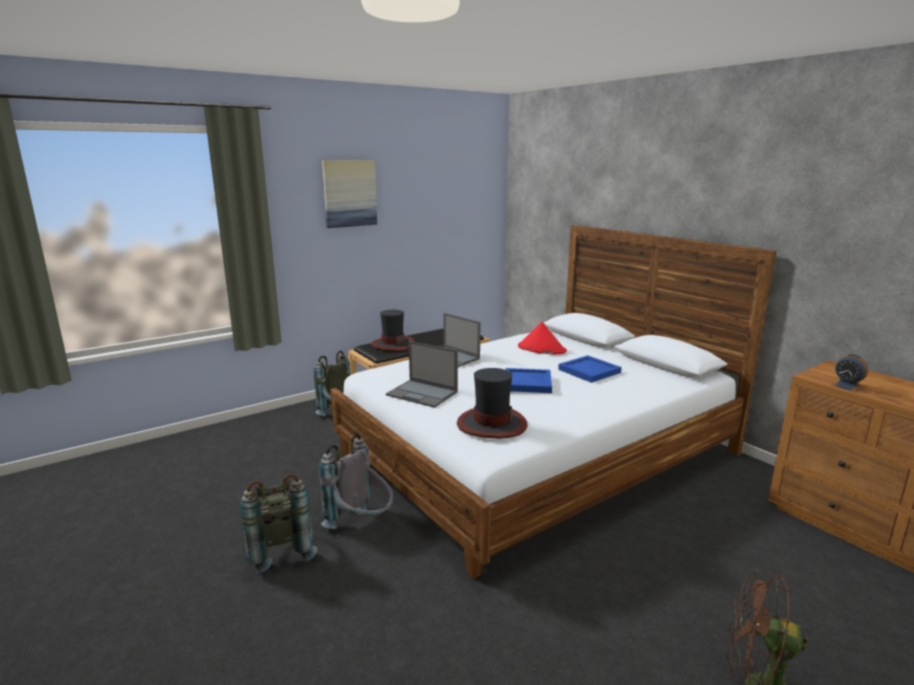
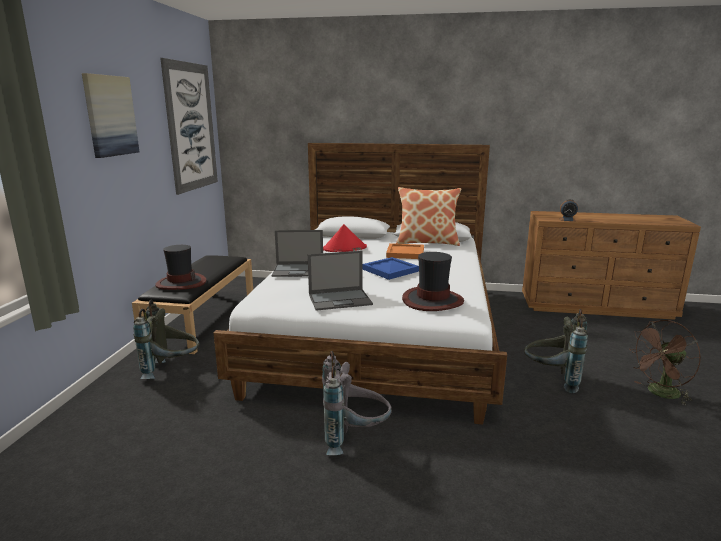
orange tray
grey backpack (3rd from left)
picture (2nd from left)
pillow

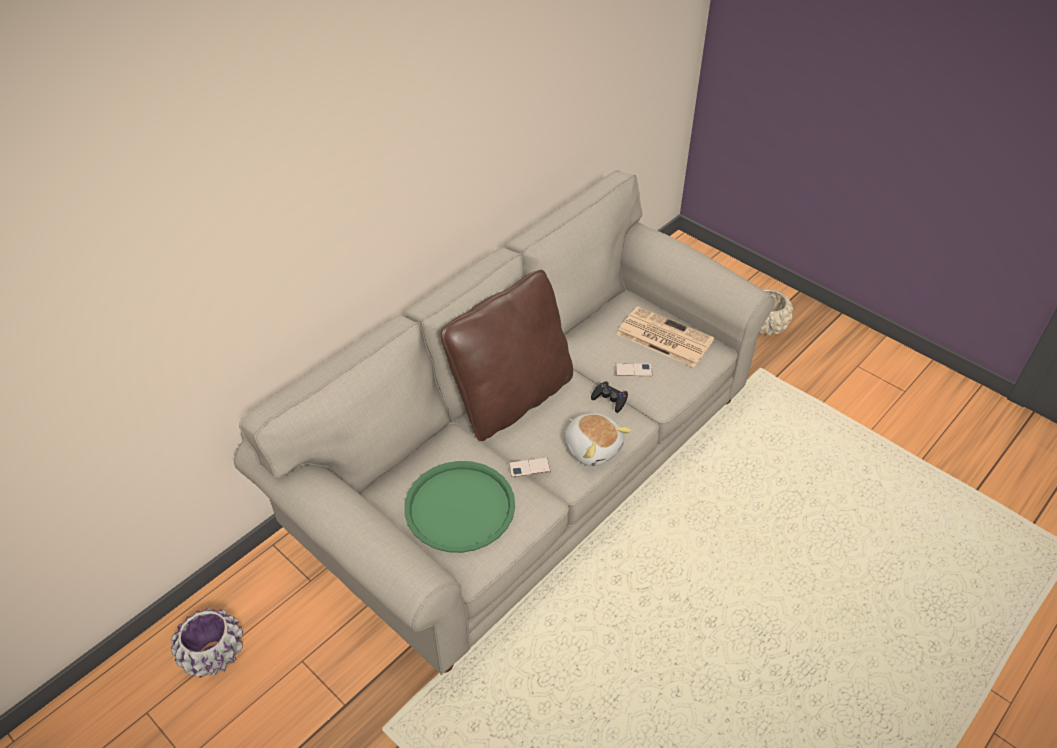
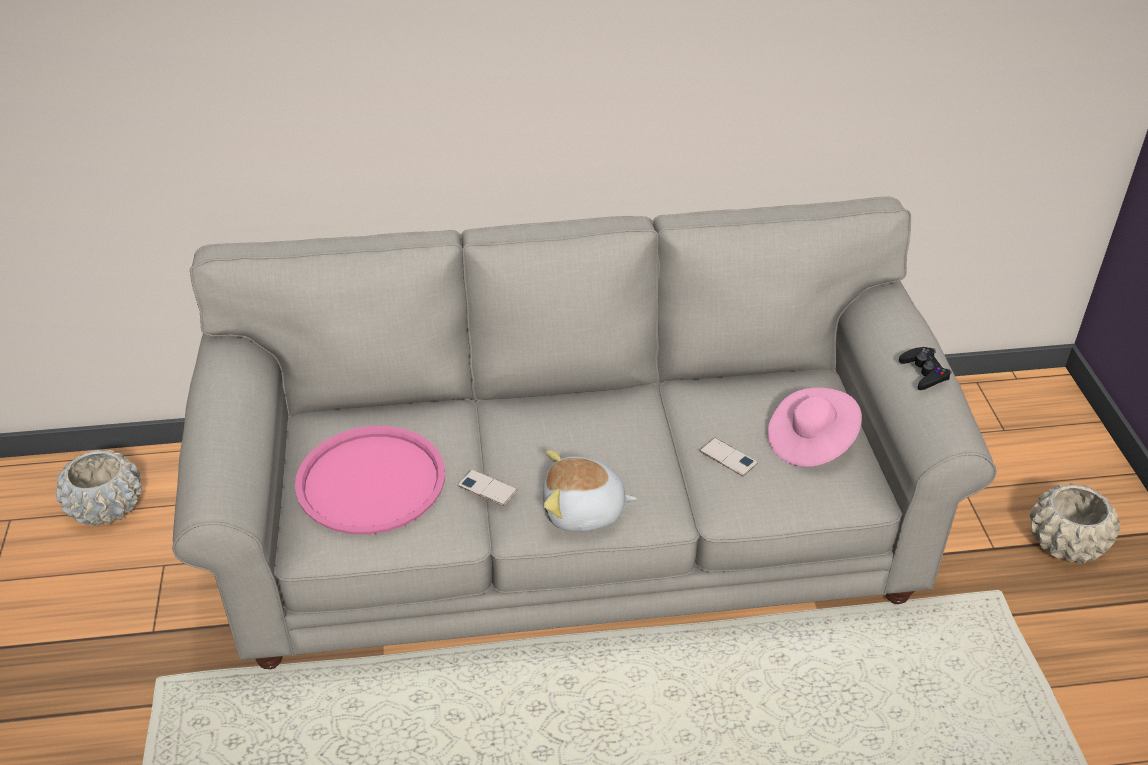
brown pillow
pink hat
black game controller
plush toy
pink tray
beige planter (1st from left)

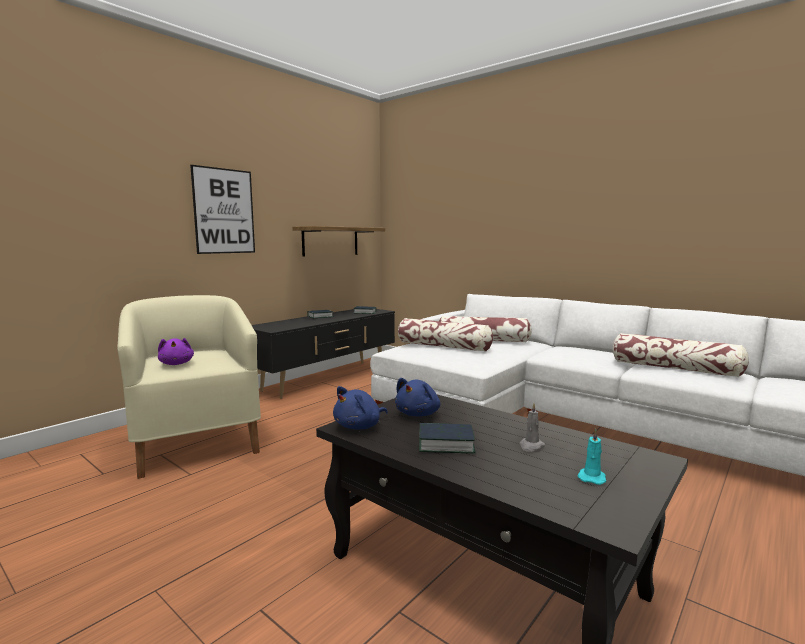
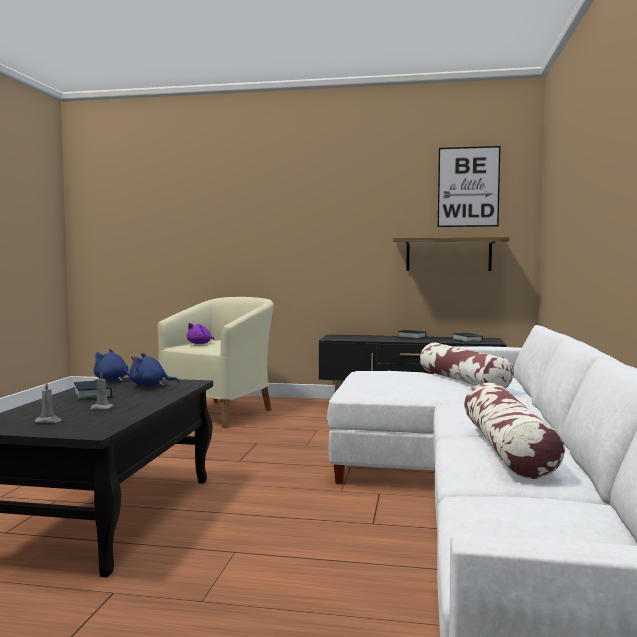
picture
pillow (1st from left in the first image)
grey candle (1st from left)

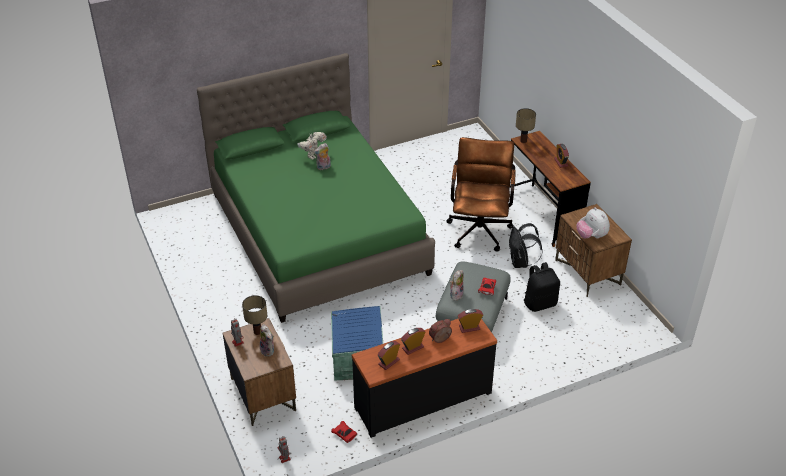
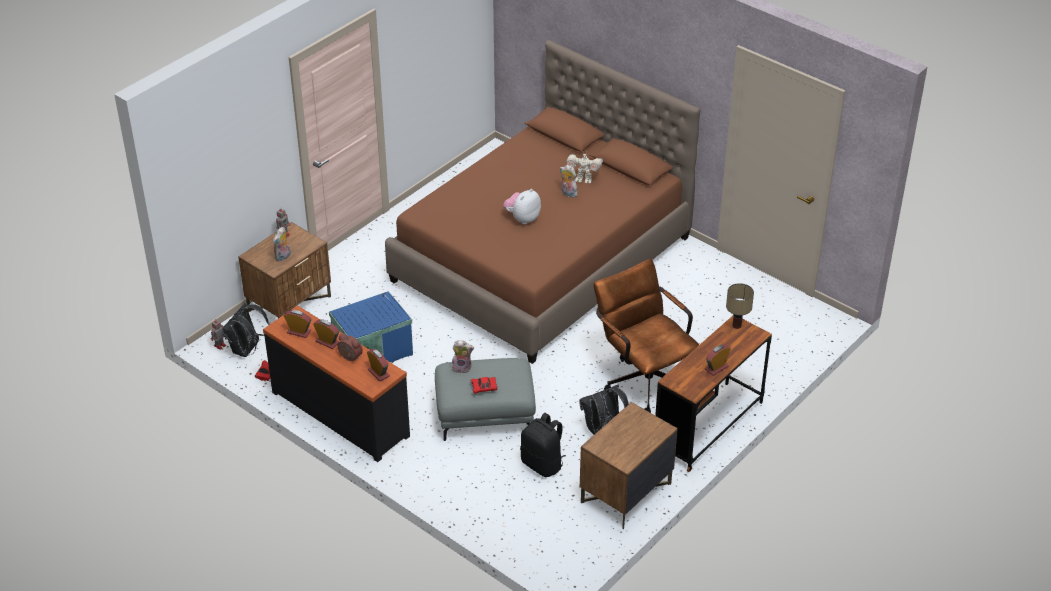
brown bed
brown office chair
plush toy (3rd from left)
table lamp (1st from left in the first image)
black backpack (1st from left)

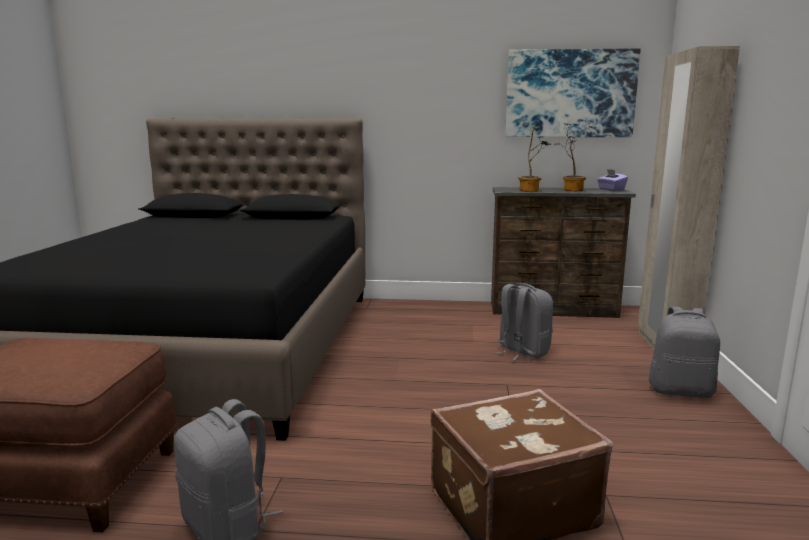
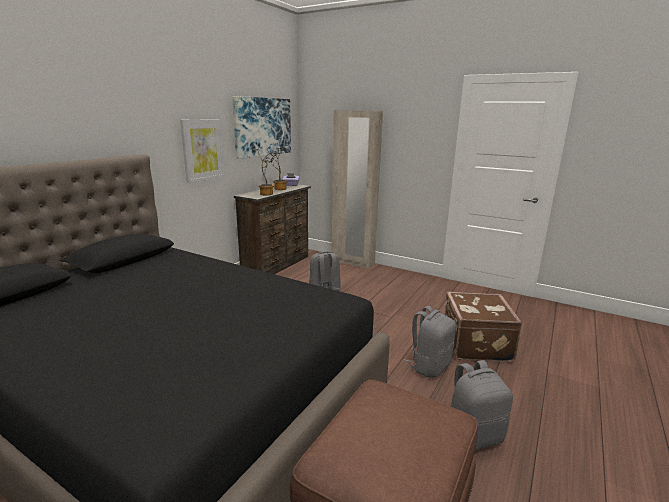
grey backpack (2nd from left)
picture (1st from left)

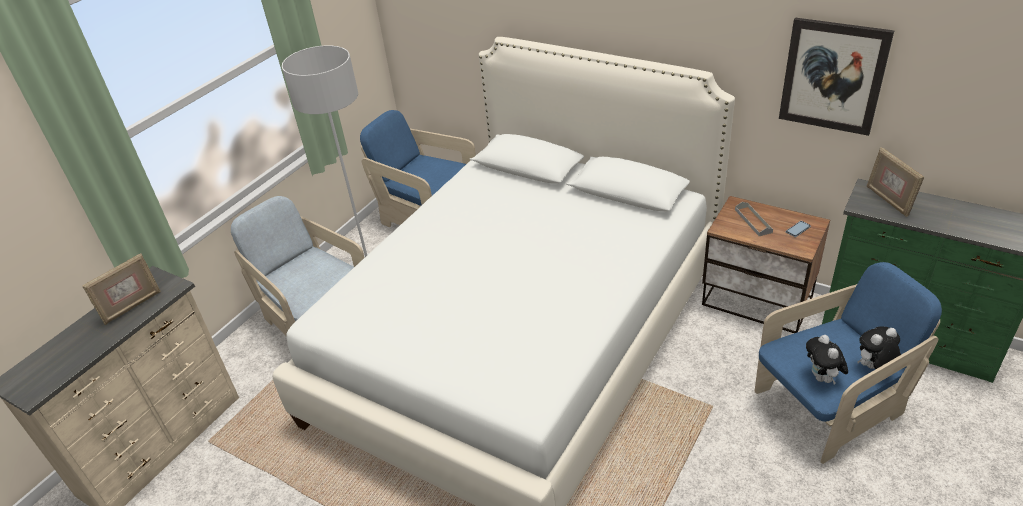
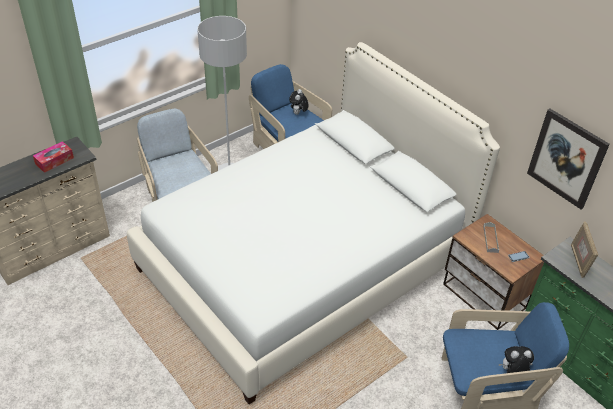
tissue box
plush toy (1st from left)

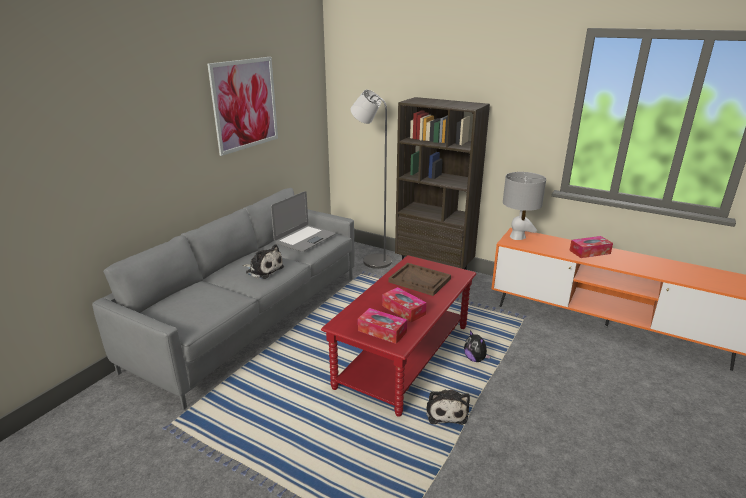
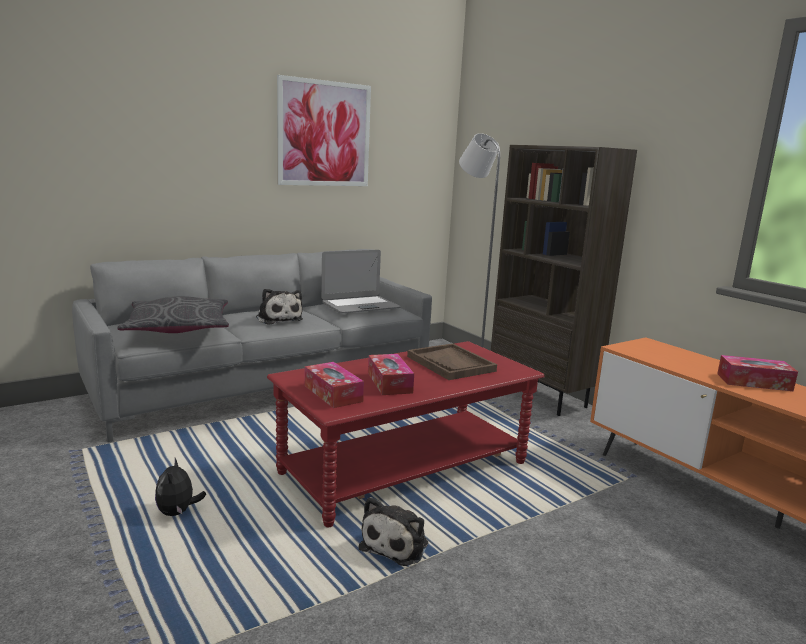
grey table lamp
plush toy (1st from left)
grey pillow

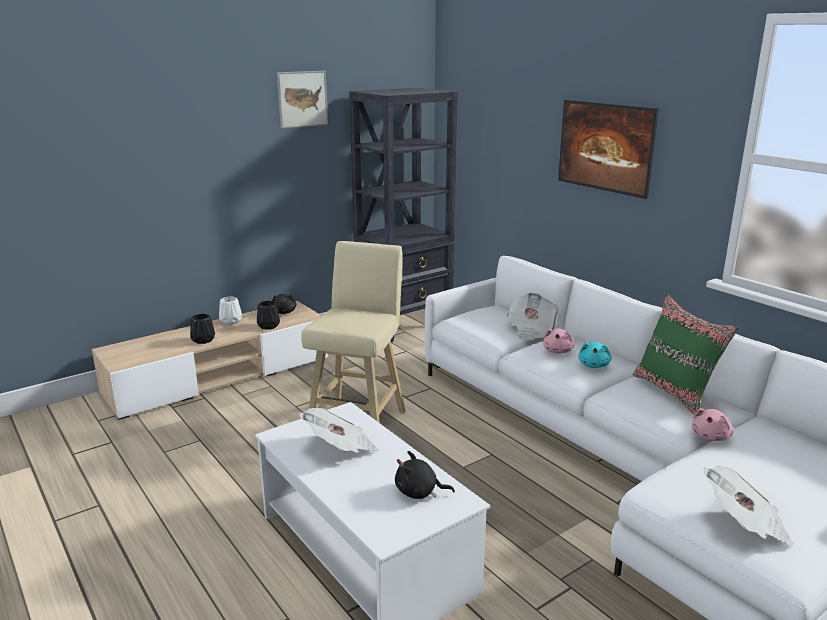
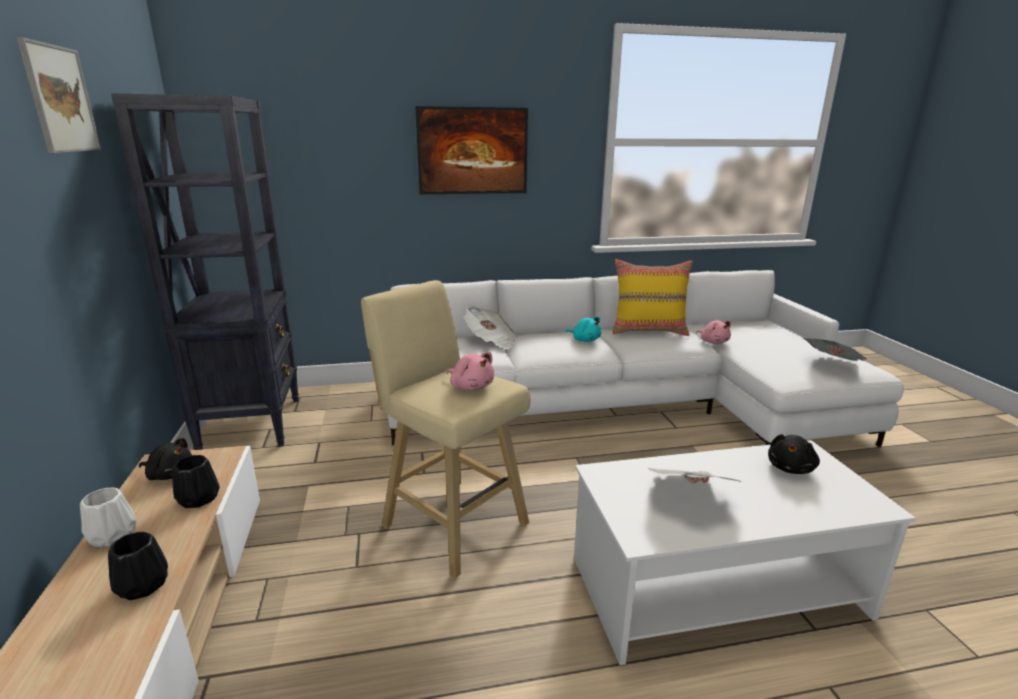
yellow pillow
pink plush toy (1st from left)

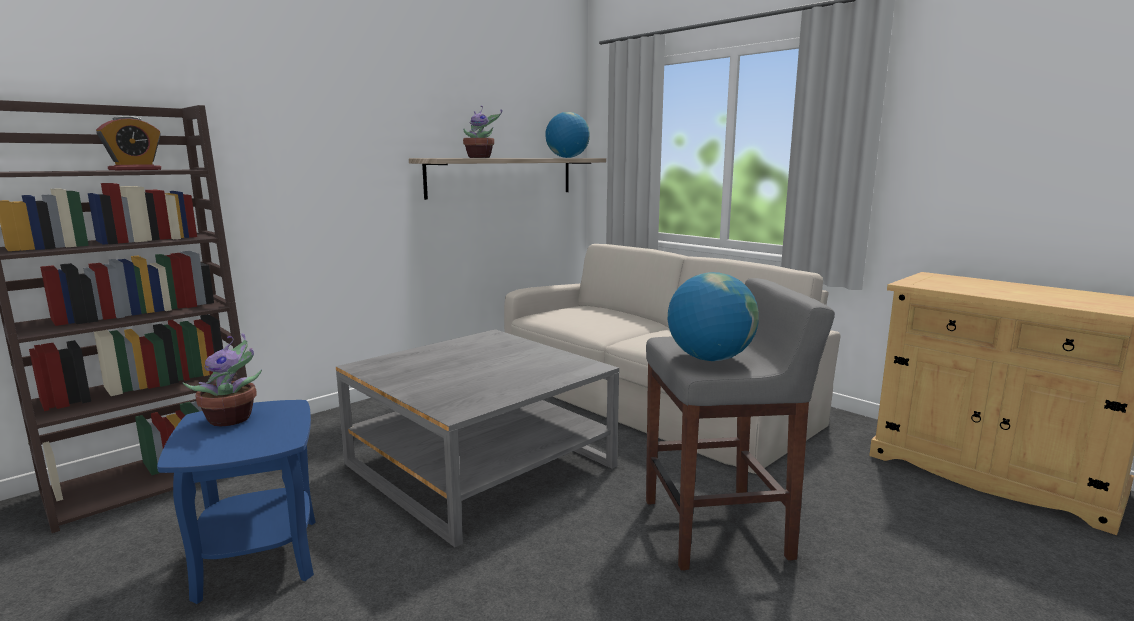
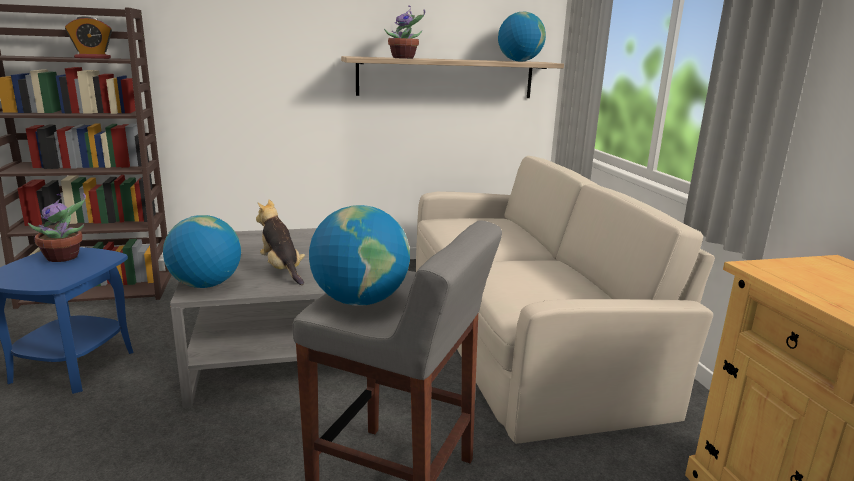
plush toy
globe (1st from left)

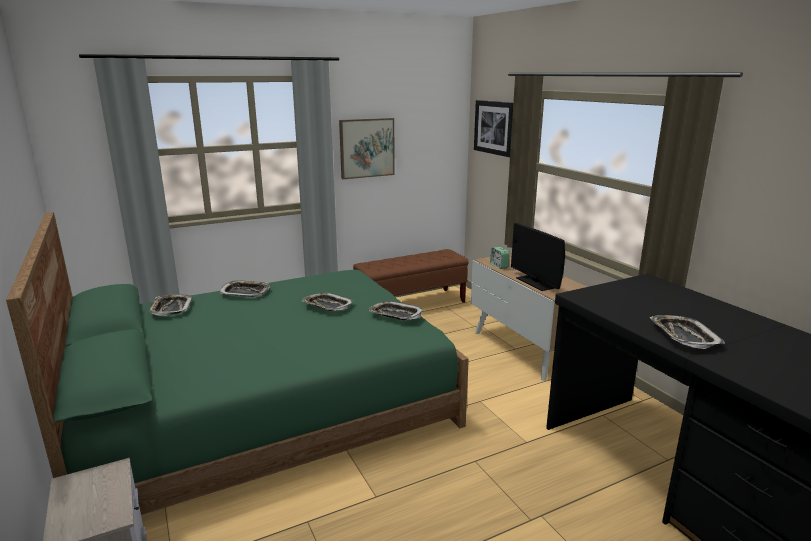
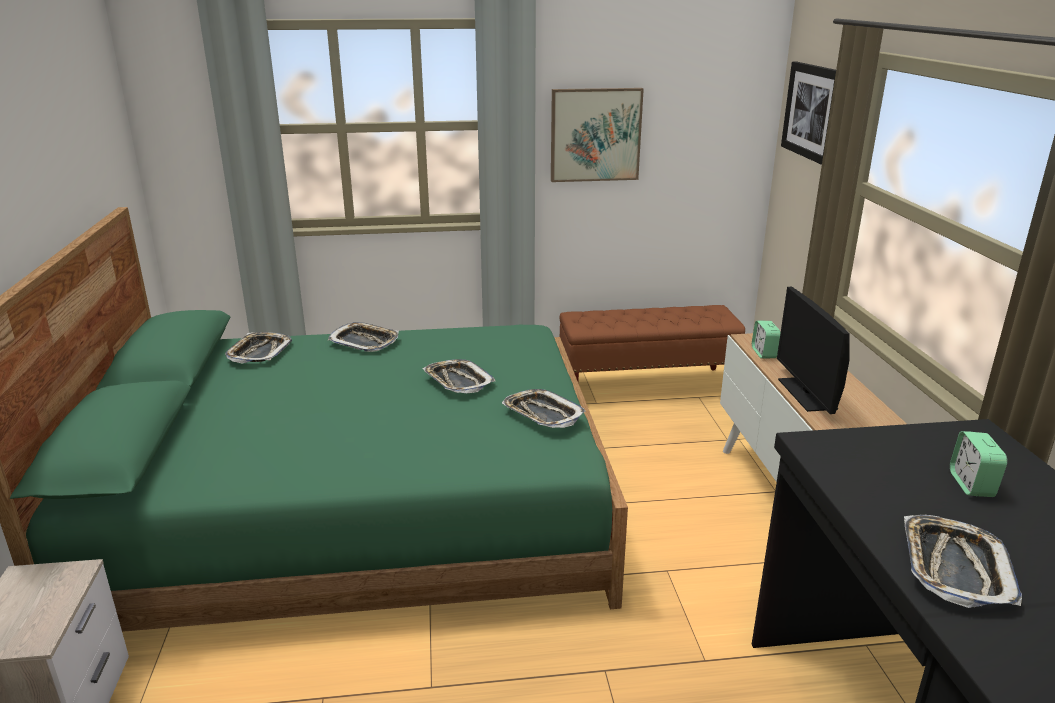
alarm clock (2nd from left)

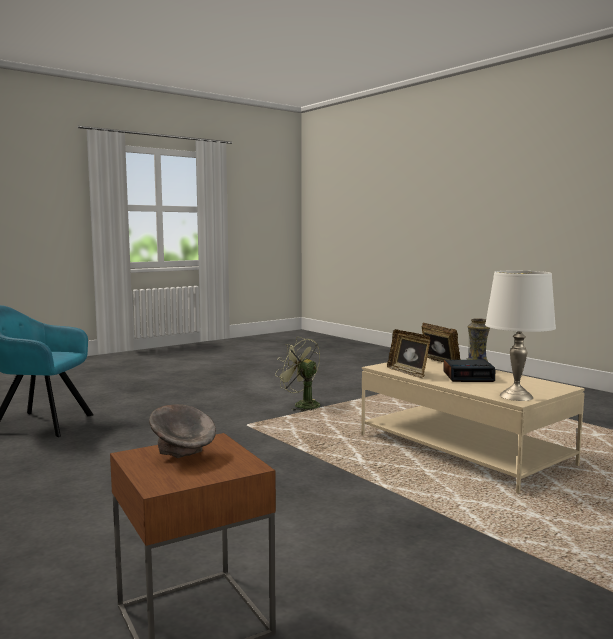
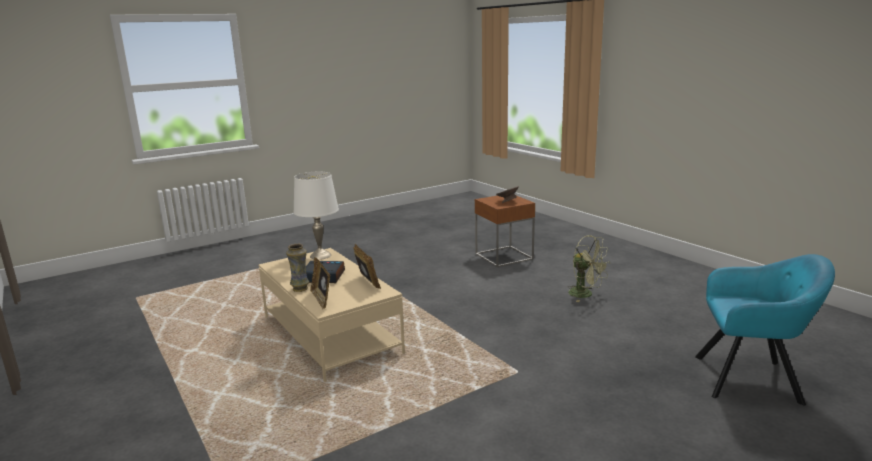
green fan

